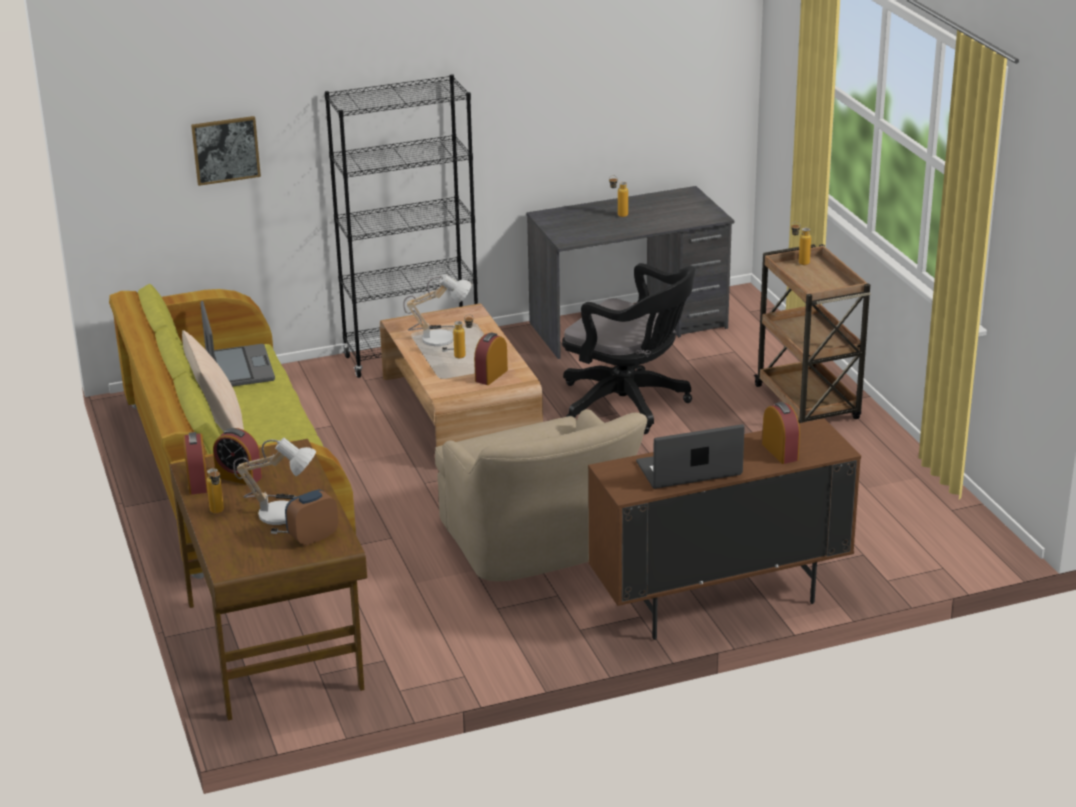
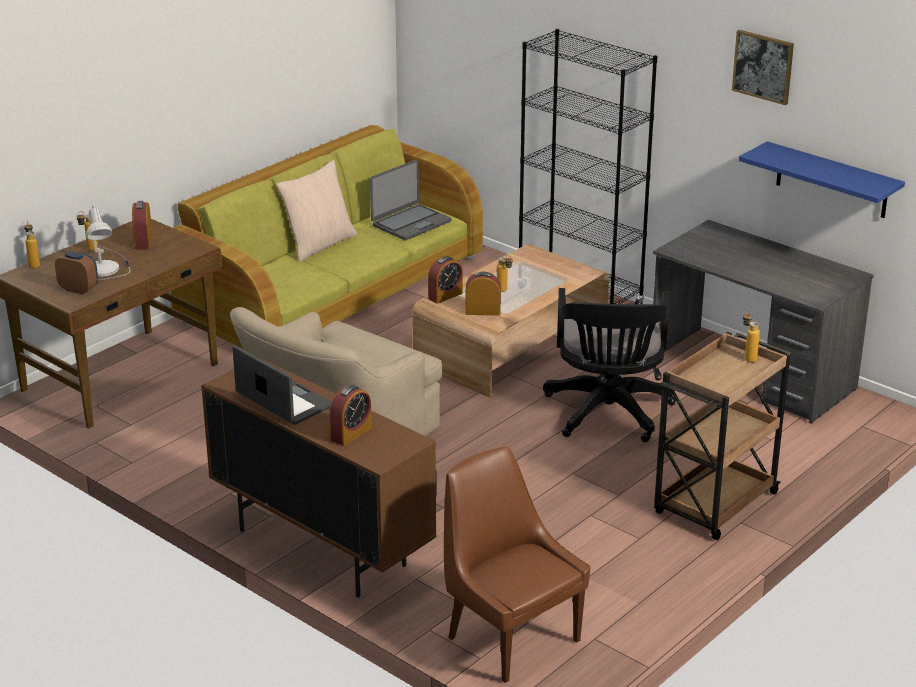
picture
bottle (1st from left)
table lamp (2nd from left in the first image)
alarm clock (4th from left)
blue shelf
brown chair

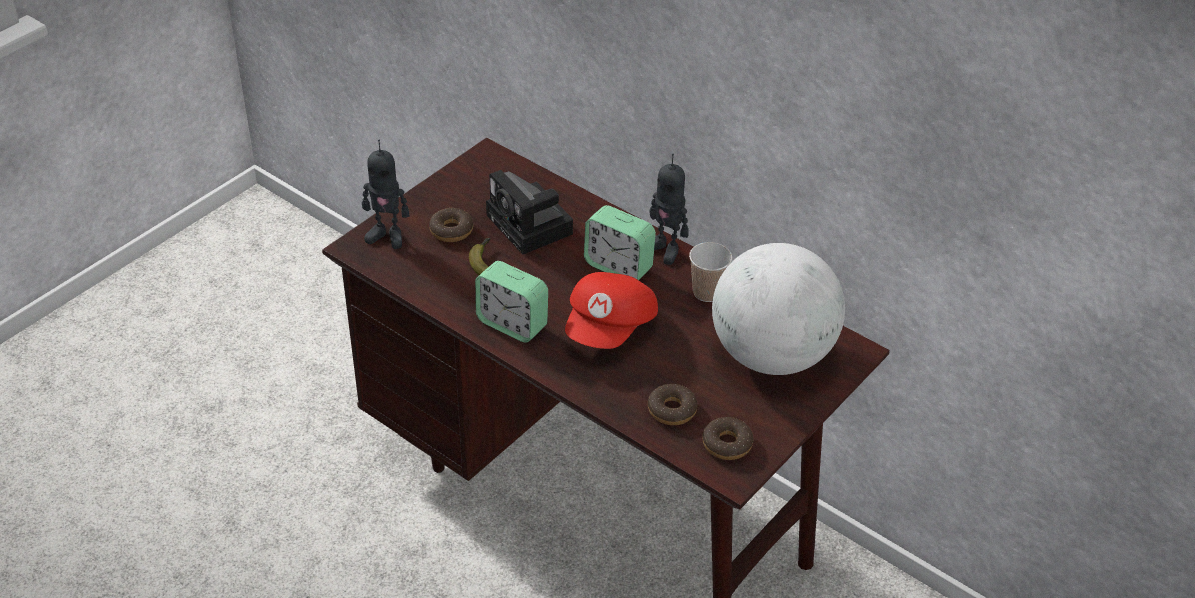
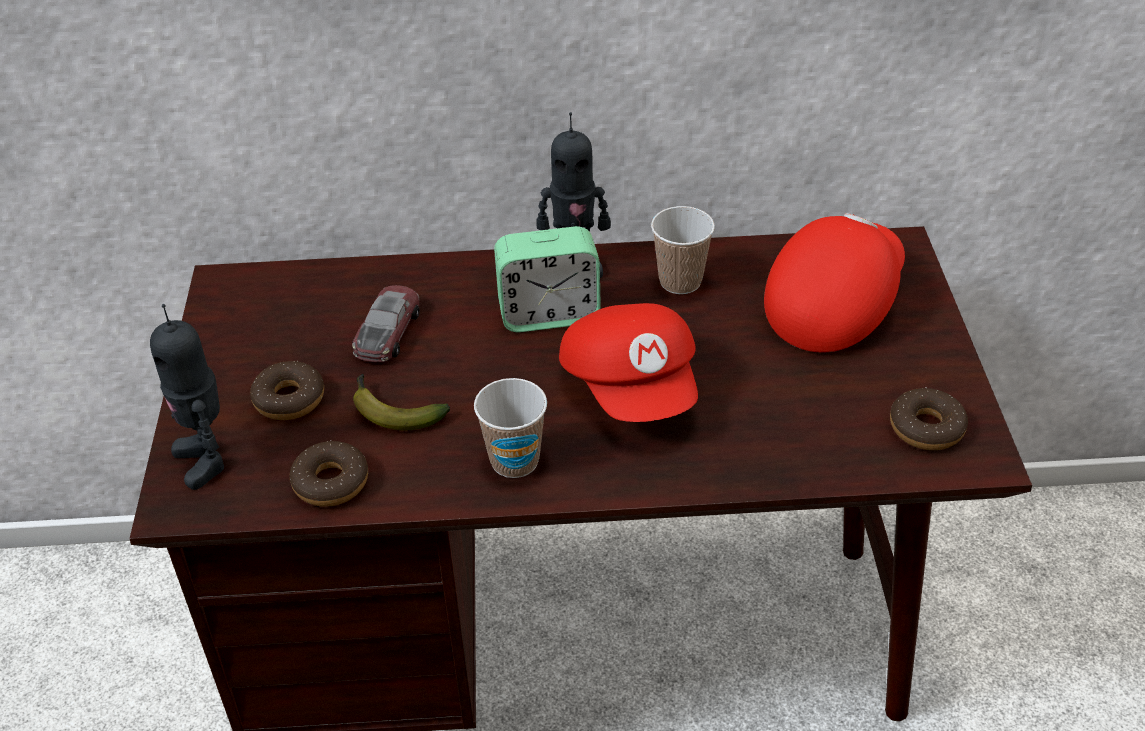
toy robot (1st from left)
toy car
red cap (2nd from left)
cup (1st from left)
donut (2nd from left)

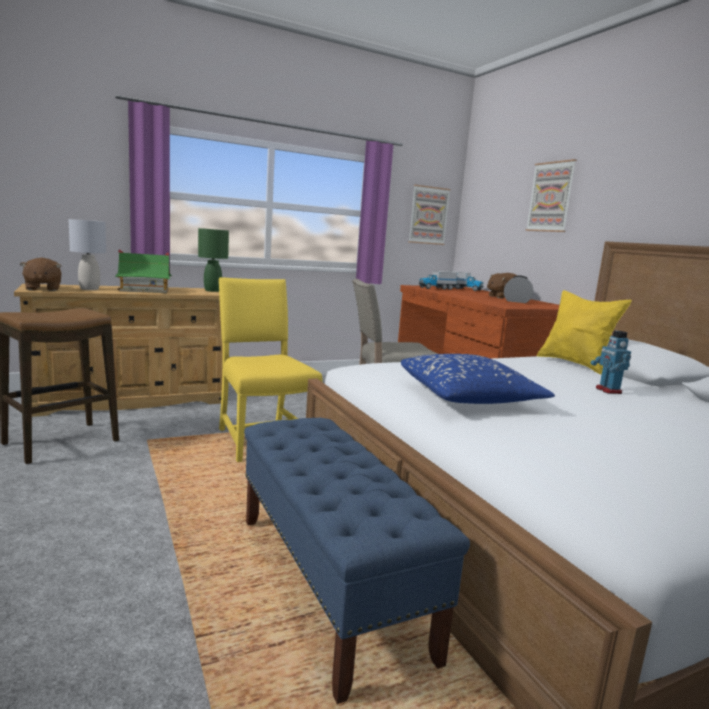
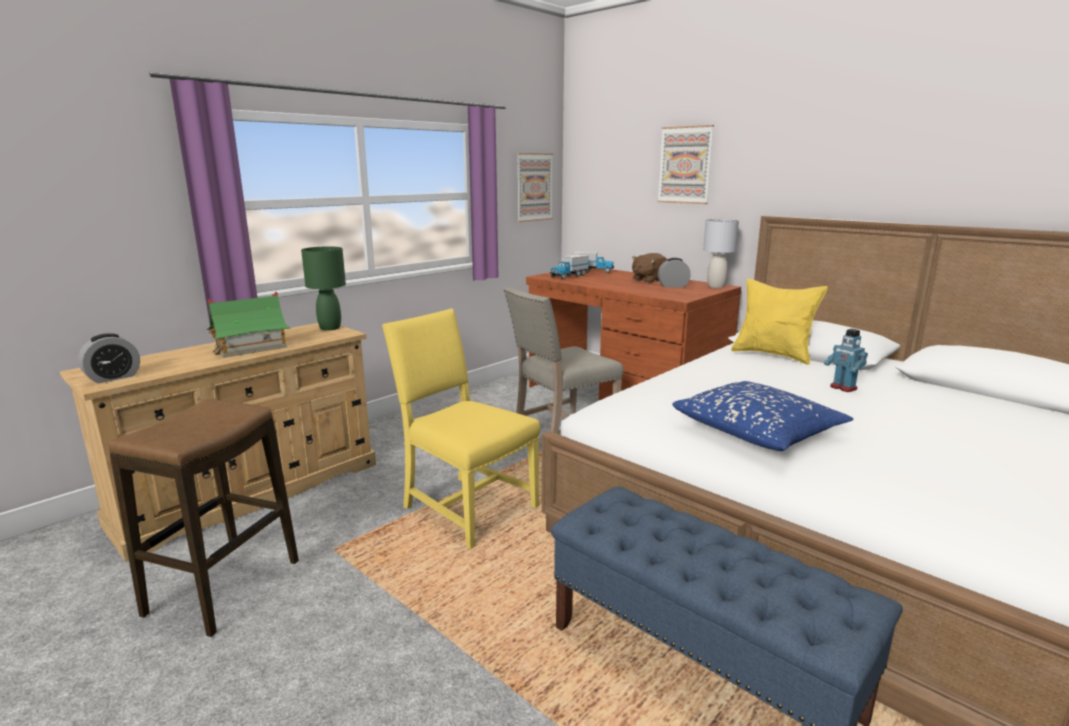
grey table lamp
alarm clock (1st from left)

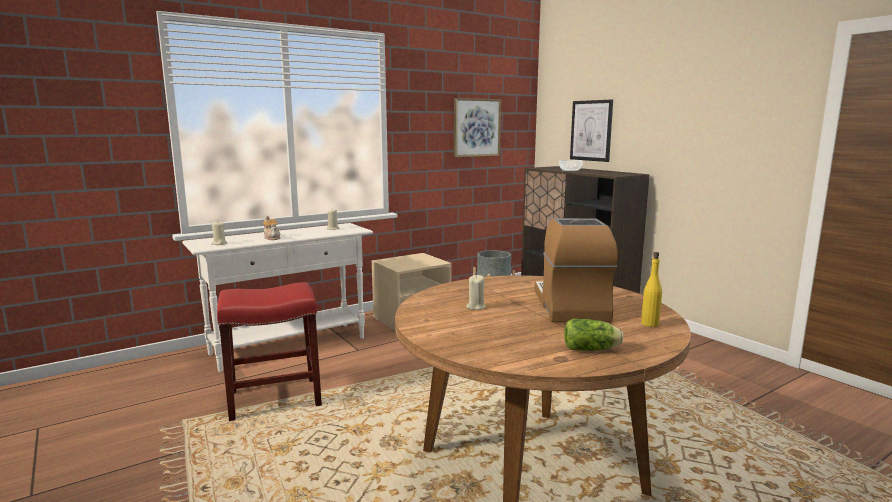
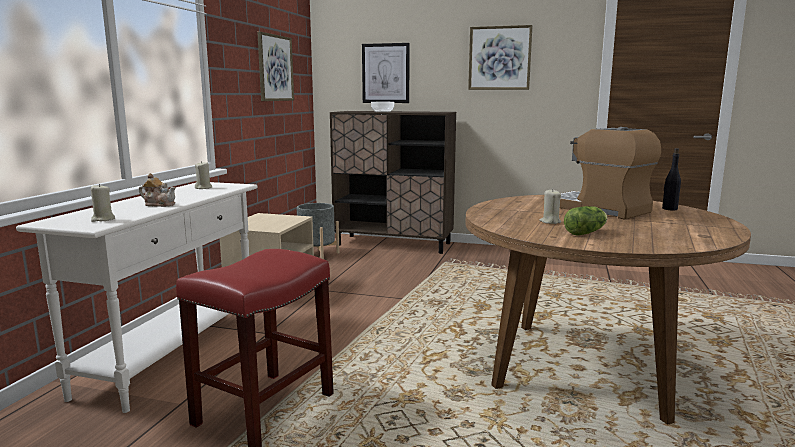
black bottle
lettuce
picture (3rd from left)

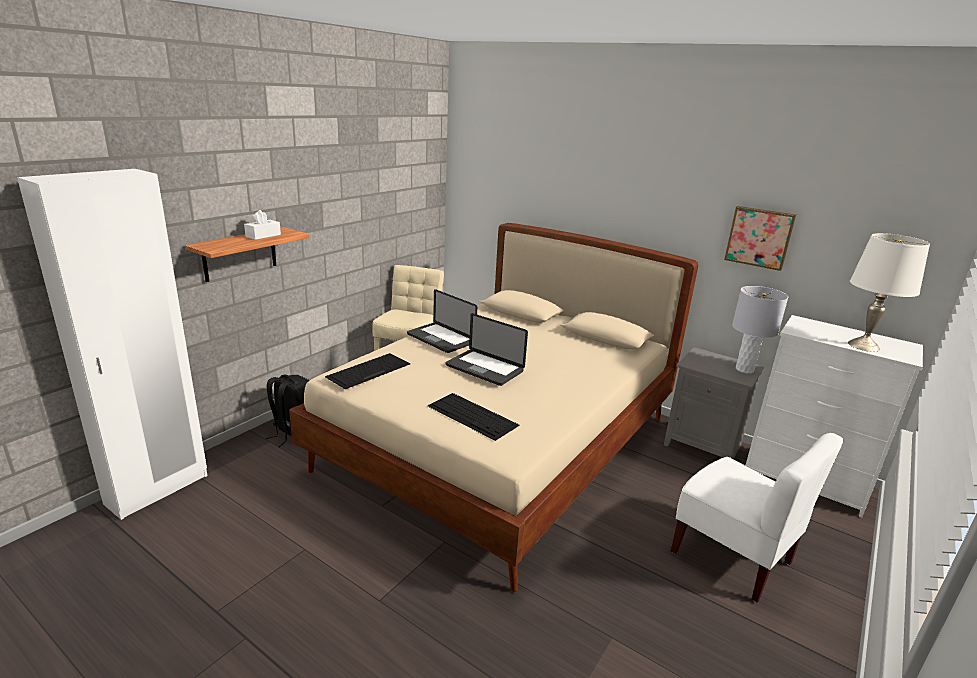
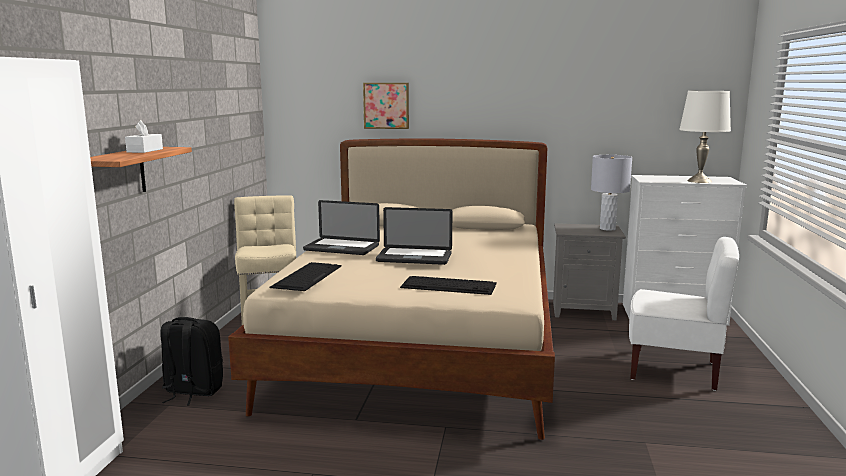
picture

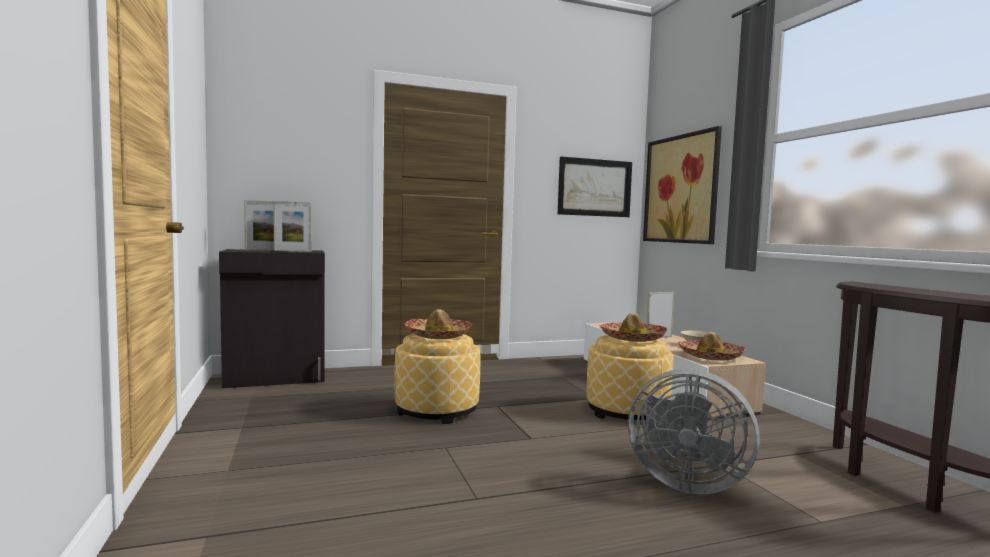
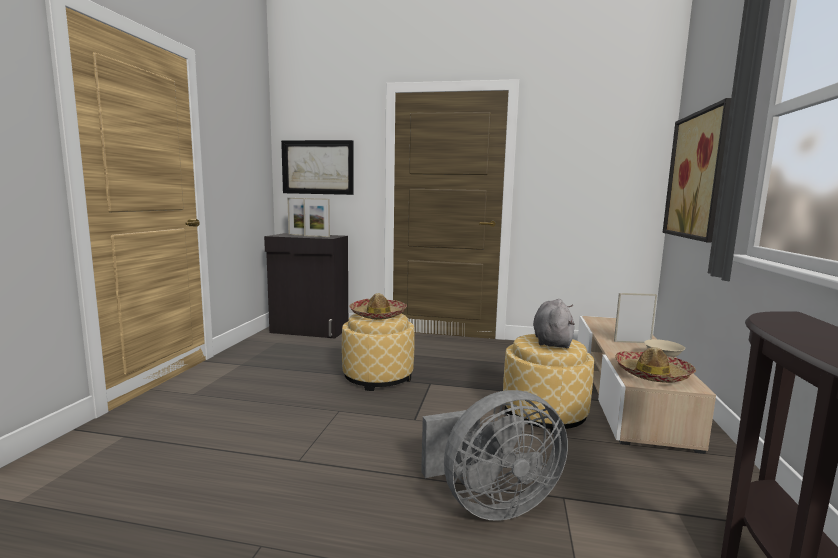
picture (1st from left)
grey plush toy
grey fan

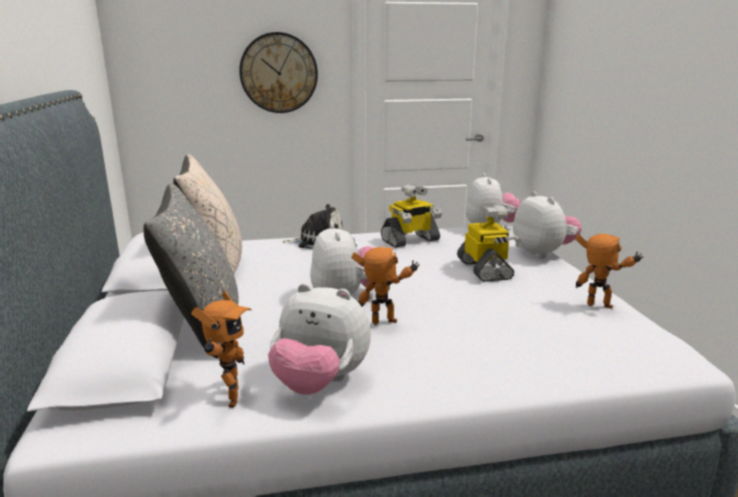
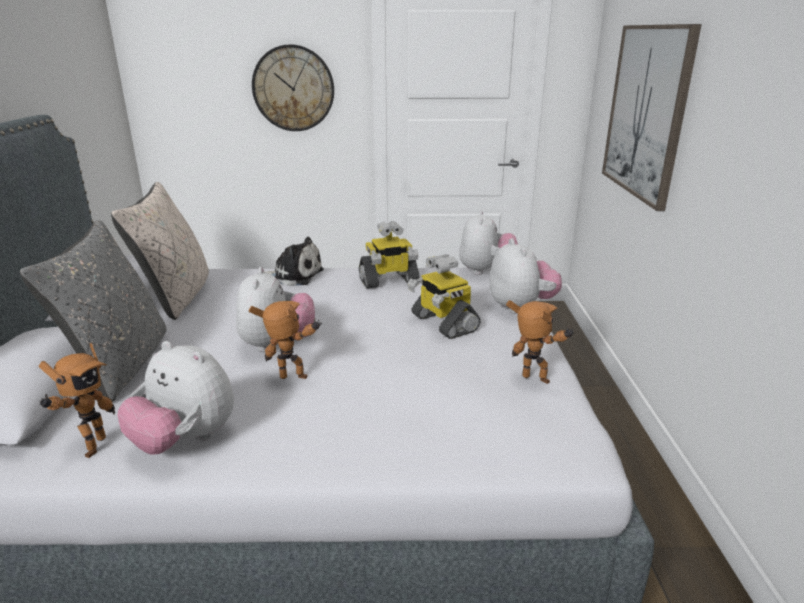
toy robot (4th from left)
picture

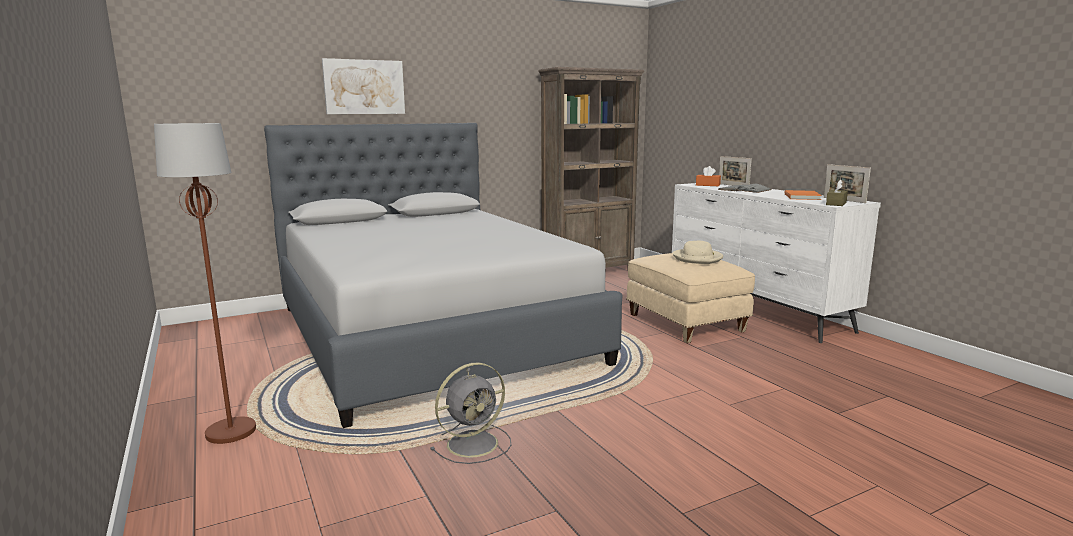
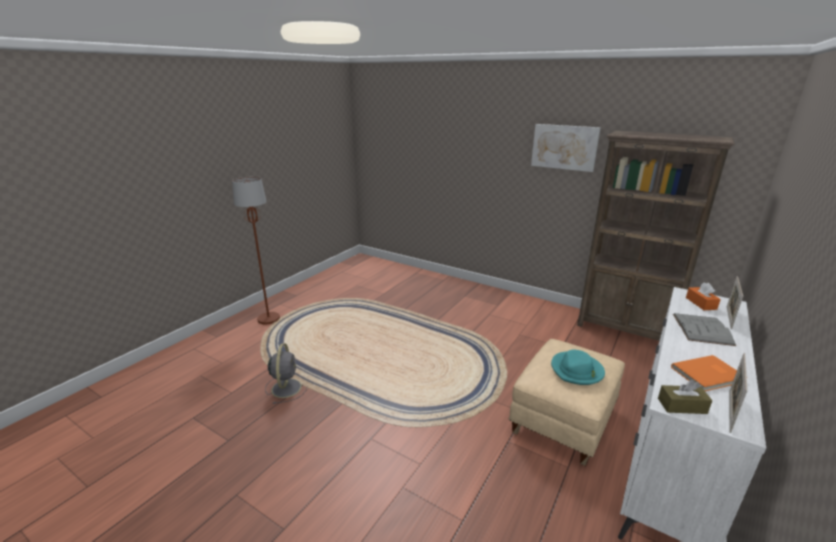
picture
grey bed
turquoise hat
grey fan

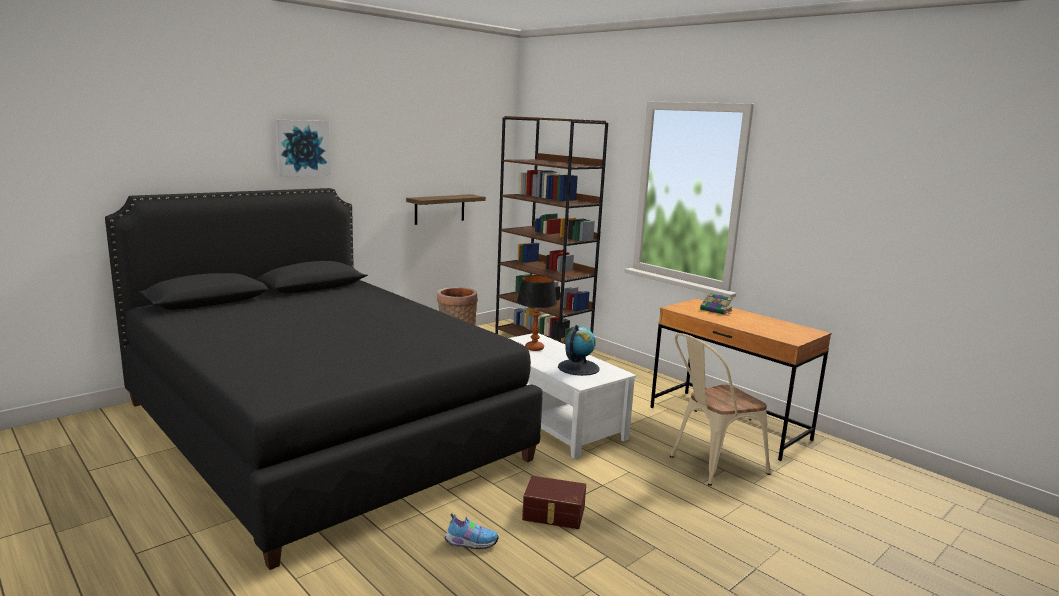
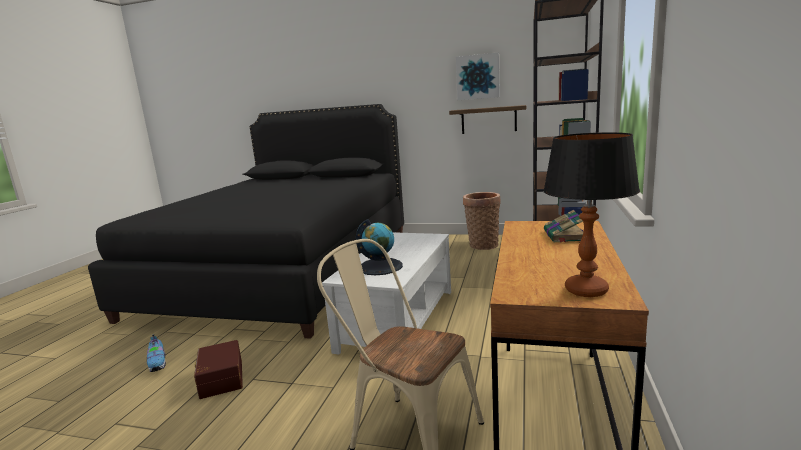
picture
table lamp

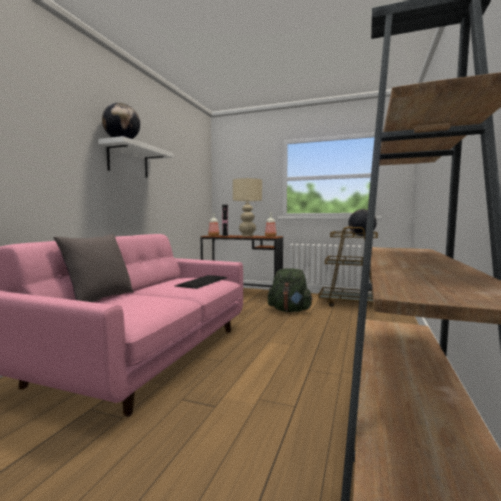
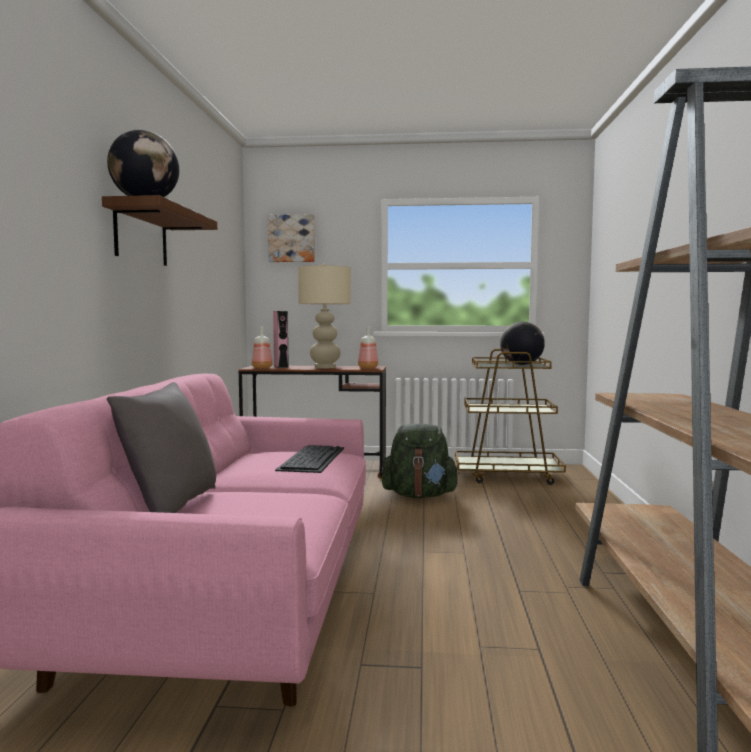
brown shelf
picture

